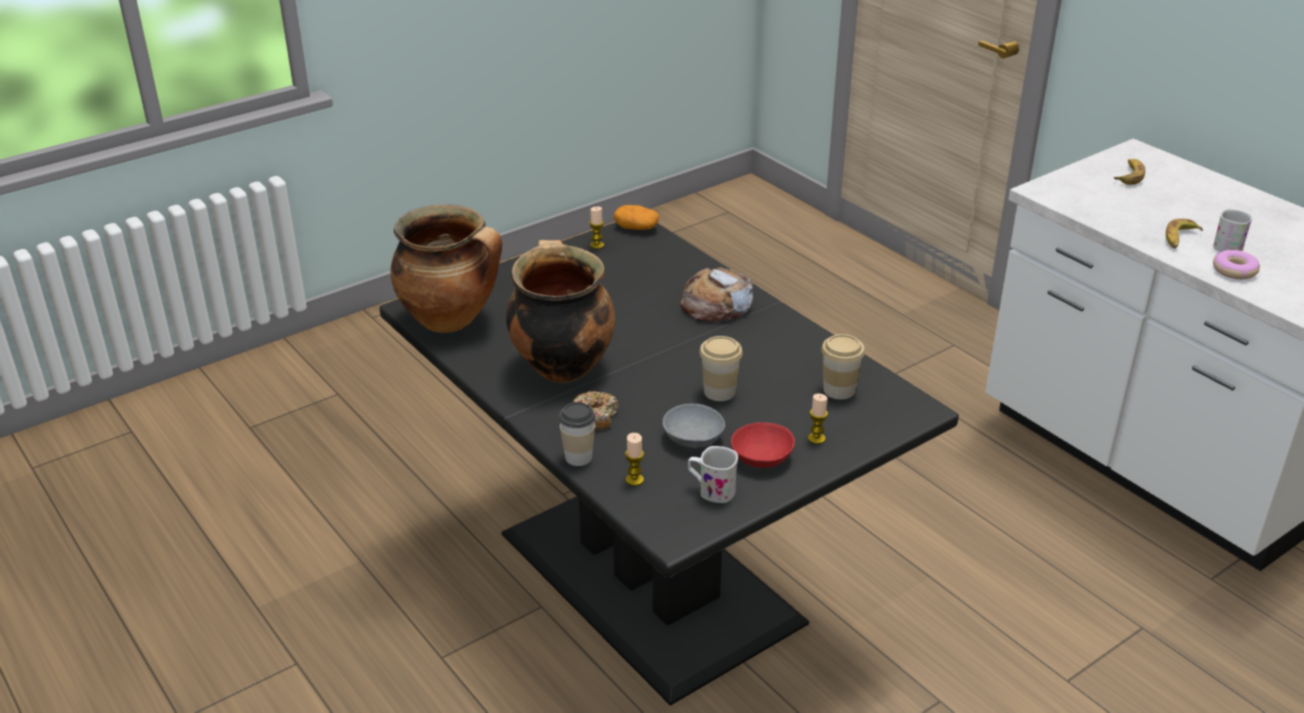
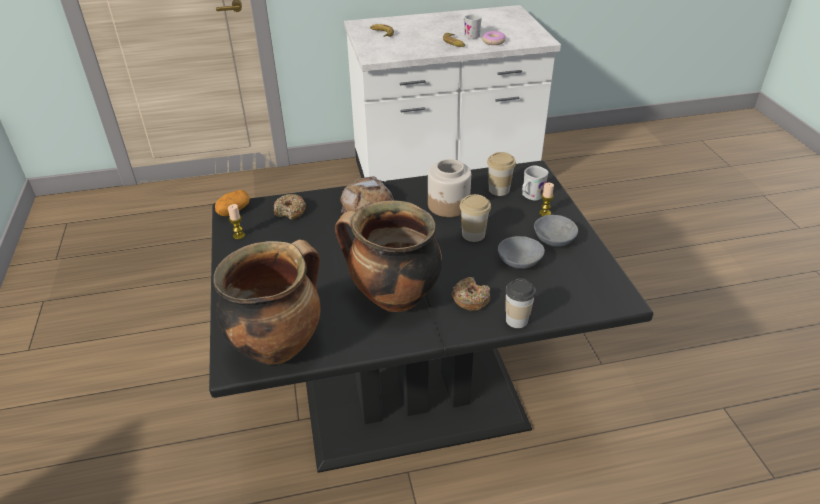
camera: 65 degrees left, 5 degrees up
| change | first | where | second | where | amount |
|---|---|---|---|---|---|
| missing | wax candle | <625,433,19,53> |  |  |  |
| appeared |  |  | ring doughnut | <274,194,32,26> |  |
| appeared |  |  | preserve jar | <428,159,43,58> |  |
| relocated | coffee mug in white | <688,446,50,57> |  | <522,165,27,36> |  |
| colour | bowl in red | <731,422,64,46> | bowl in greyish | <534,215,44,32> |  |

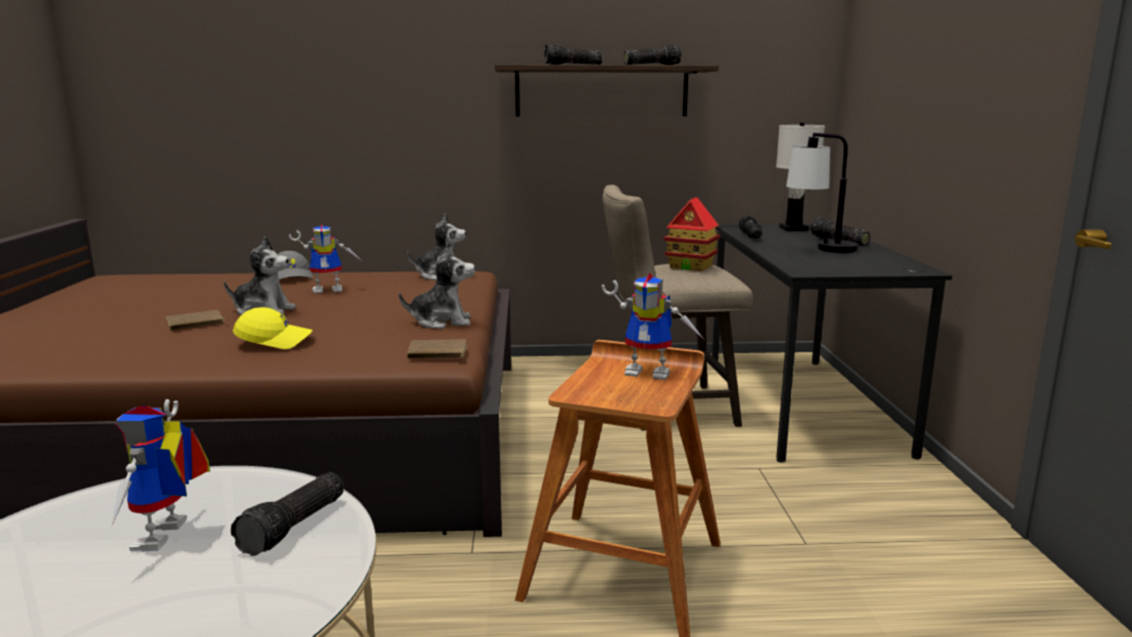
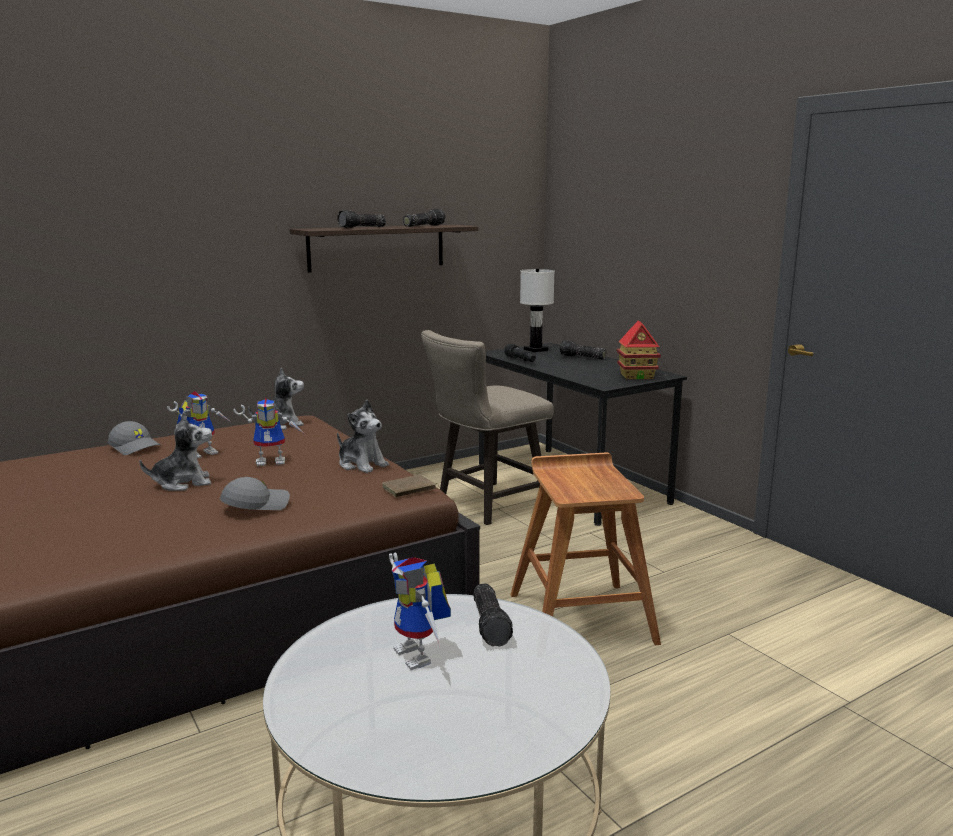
camera: 30 degrees left, 0 degrees up
| change | first | where | second | where | amount |
|---|---|---|---|---|---|
| missing | bound book in brownish | <166,310,59,21> |  |  |  |
| missing | lamp for a table | <786,133,73,120> |  |  |  |
| relocated | robot figure | <602,273,102,107> |  | <233,397,73,69> |  |
| relocated | toy house | <663,197,57,74> |  | <616,321,45,58> |  |
| colour | cap in yellowish | <233,307,80,42> | cap in greyish | <220,477,70,33> |  |
| spun | cuddly toy | <399,243,76,86> |  | <337,400,52,73> | 75 degrees clockwise |

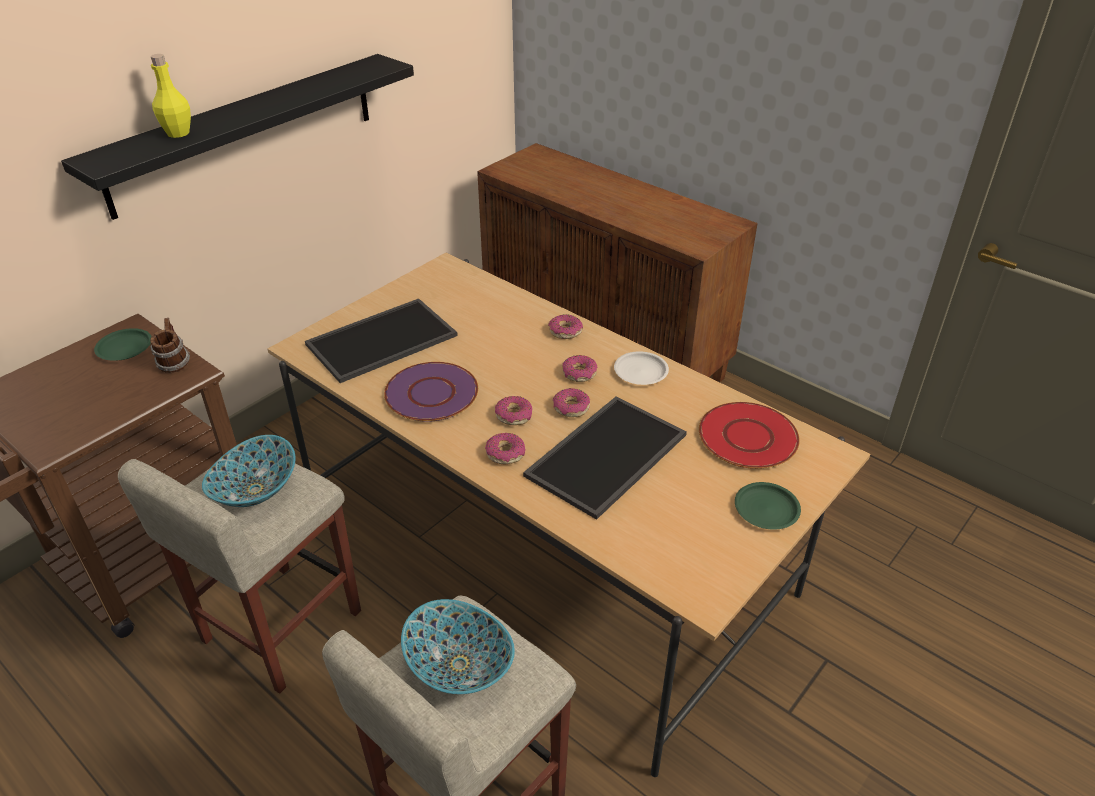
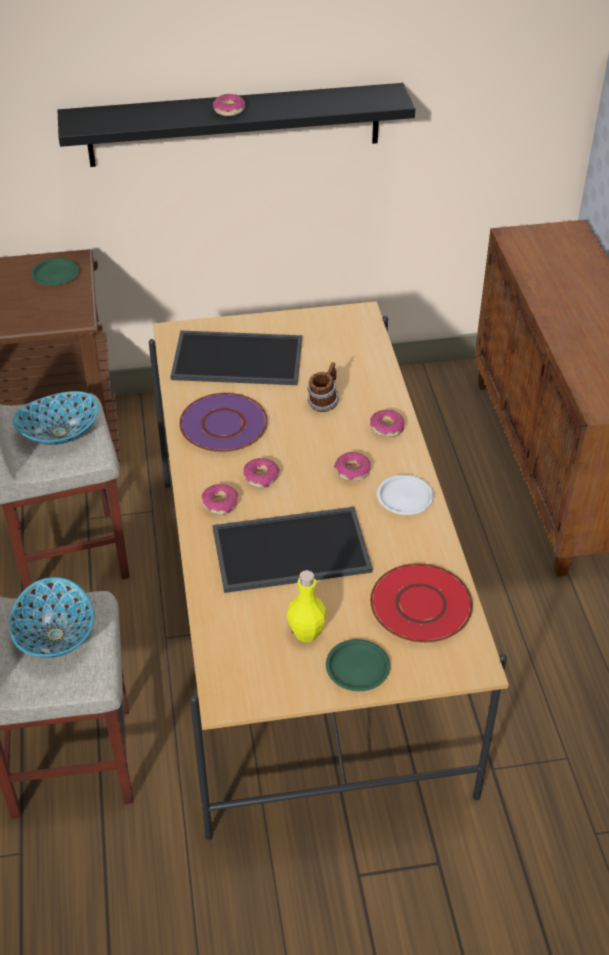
camera: 40 degrees right, 5 degrees up
| change | first | where | second | where | amount |
|---|---|---|---|---|---|
| relocated | bottle in yellowish | <150,54,41,84> |  | <287,570,40,72> |  |
| relocated | coffee mug | <150,318,40,55> |  | <307,362,32,50> |  |
| relocated | ring doughnut | <553,388,37,29> |  | <213,94,32,22> |  |

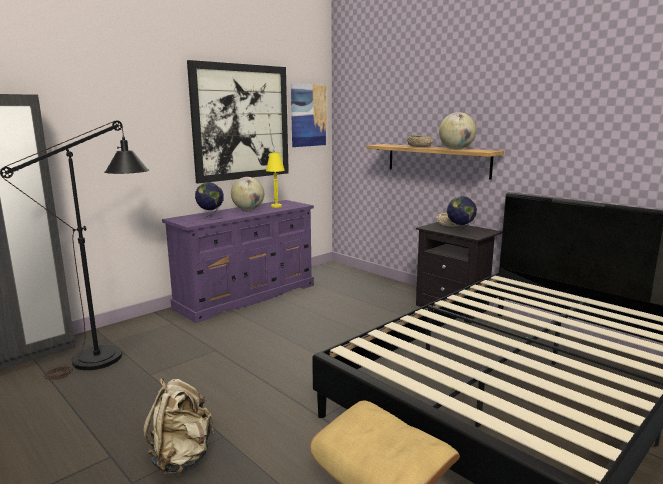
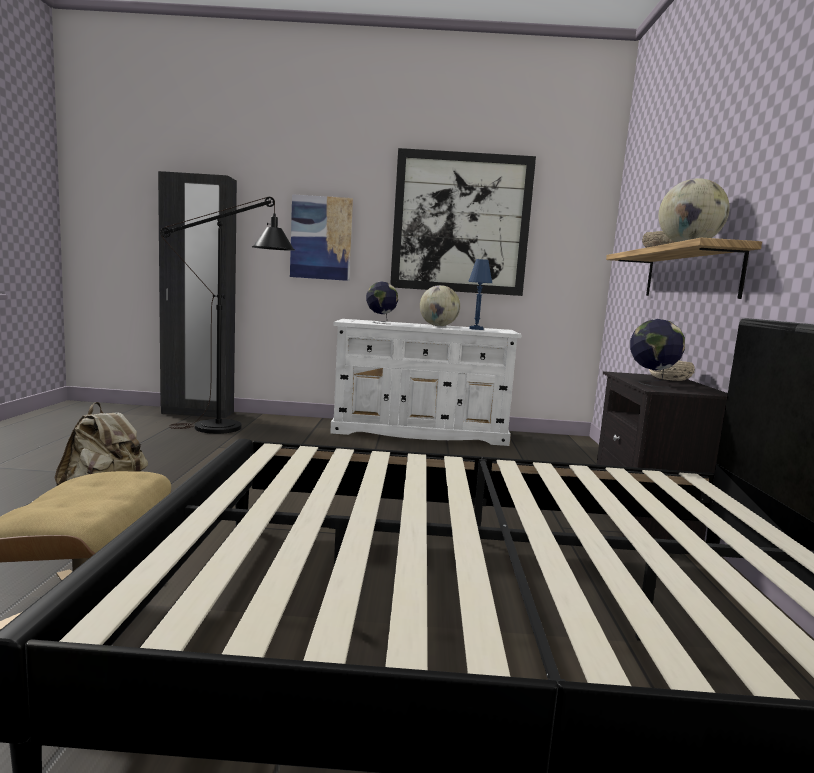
camera: 45 degrees right, 5 degrees down
| change | first | where | second | where | amount |
|---|---|---|---|---|---|
| relocated | wall picture | <291,84,36,63> |  | <290,194,63,87> |  |
| colour | dresser in purplish | <162,200,152,123> | dresser in white | <330,319,192,127> |  |
| colour | lamp for a table in yellowish | <266,153,19,55> | lamp for a table in blue | <468,259,24,71> |  |

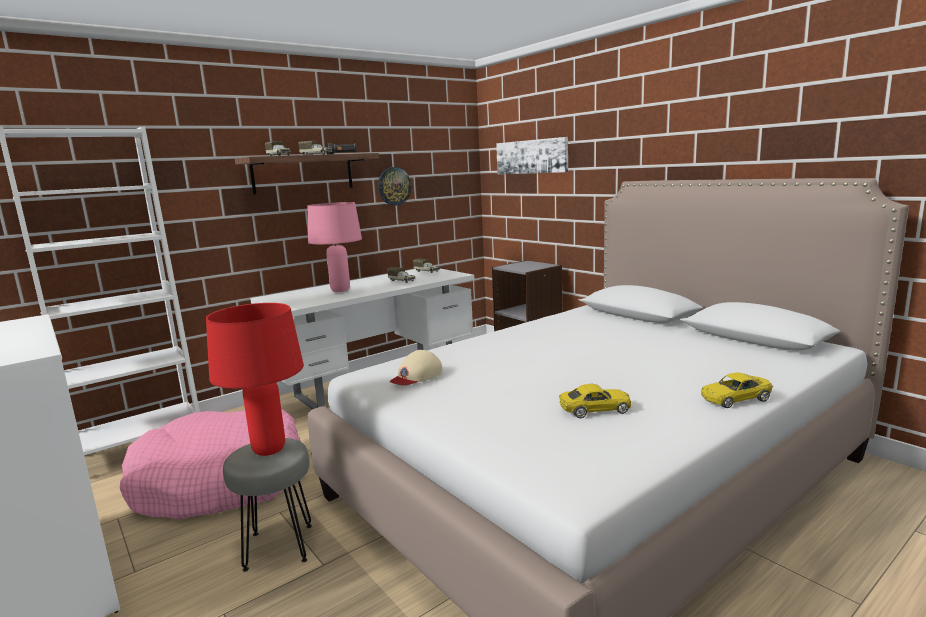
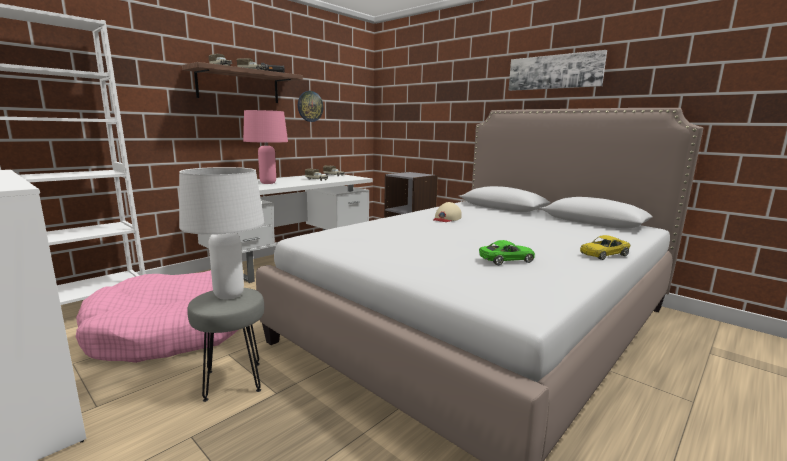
camera: 10 degrees left, 0 degrees up
| change | first | where | second | where | amount |
|---|---|---|---|---|---|
| relocated | cap in sand-coloured | <390,350,52,35> |  | <433,202,29,20> |  |
| relocated | wall picture | <496,137,72,37> |  | <509,50,98,41> |  |
| colour | lamp for a table in red | <206,303,98,153> | lamp for a table in white | <179,167,85,132> |  |
| colour | model car in yellowish | <559,384,72,34> | model car in greenish | <479,240,56,25> |  |

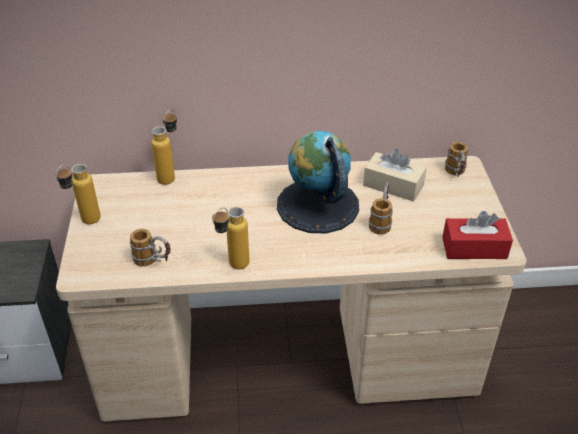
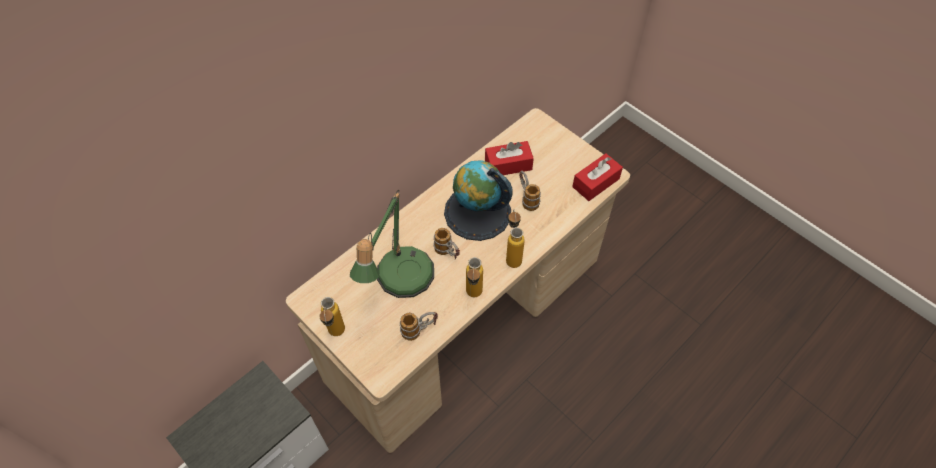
camera: 40 degrees left, 15 degrees up
| change | first | where | second | where | amount |
|---|---|---|---|---|---|
| appeared |  |  | lamp for a table | <350,190,84,108> |  |
| relocated | bottle | <151,109,26,76> |  | <506,210,19,58> |  |
| relocated | coffee mug | <445,142,23,35> |  | <434,228,26,31> |  |
| colour | tissue holder in sand-coloured | <363,149,64,53> | tissue holder in red | <485,141,49,34> |  |

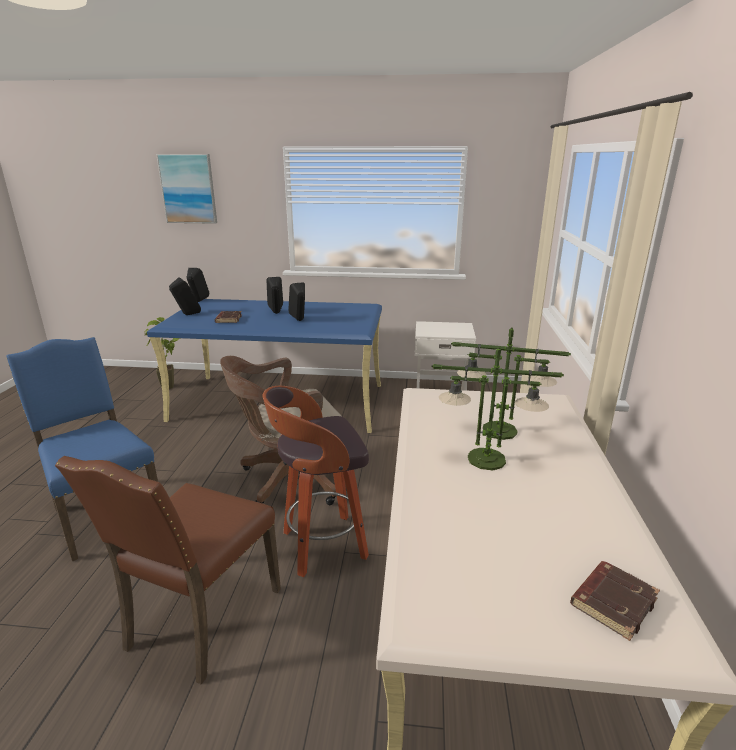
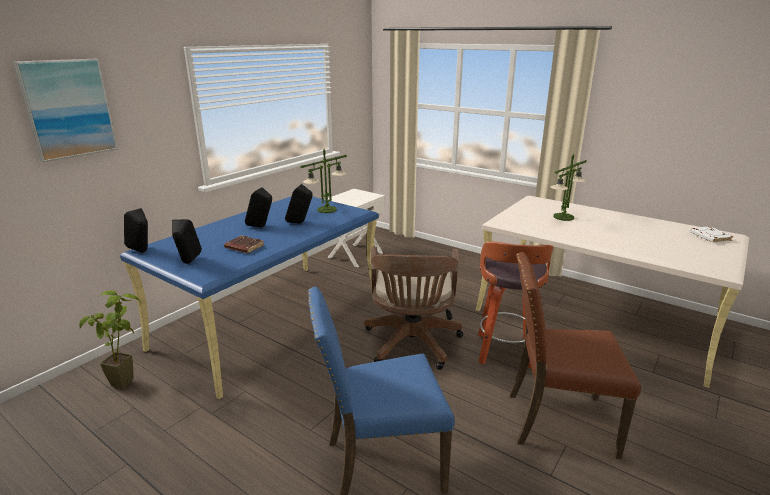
camera: 60 degrees left, 0 degrees up
| change | first | where | second | where | amount |
|---|---|---|---|---|---|
| relocated | lamp for a table | <431,347,133,123> |  | <300,149,47,64> |  |
| colour | bound book in brownish | <570,561,90,80> | bound book in white | <690,226,43,17> |  |
| spun | upright chair in brownish | <55,456,226,229> |  | <509,252,132,207> | 135 degrees clockwise |

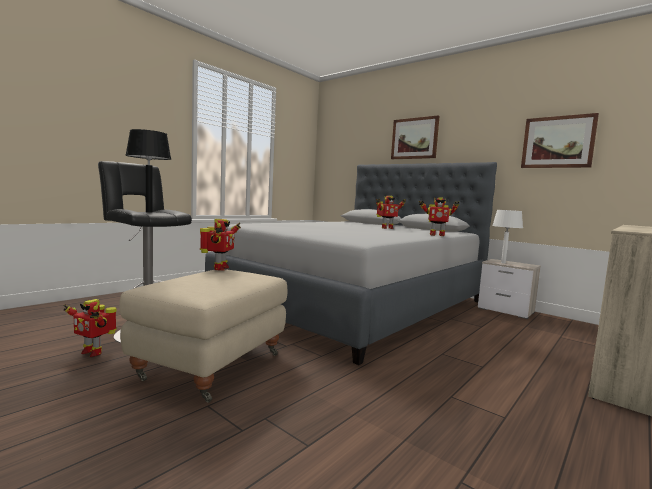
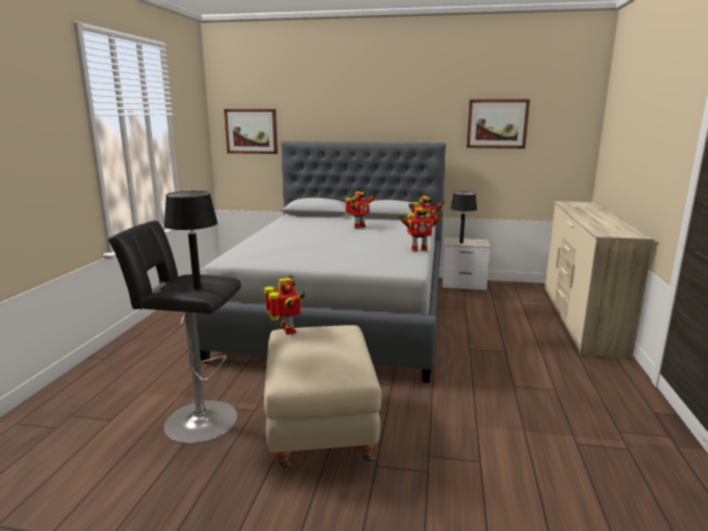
camera: 30 degrees left, 10 degrees up
| change | first | where | second | where | amount |
|---|---|---|---|---|---|
| relocated | robot figure | <64,299,53,58> |  | <399,207,44,45> |  |
| relocated | wall picture | <391,116,49,43> |  | <224,109,54,45> |  |
| colour | lamp for a table in white | <492,210,31,54> | lamp for a table in blackish | <450,191,27,53> |  |

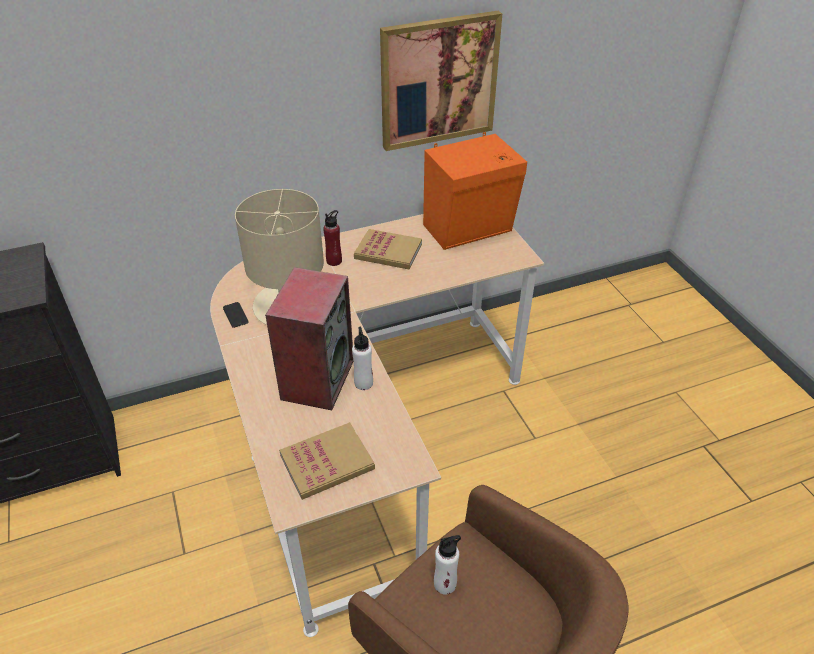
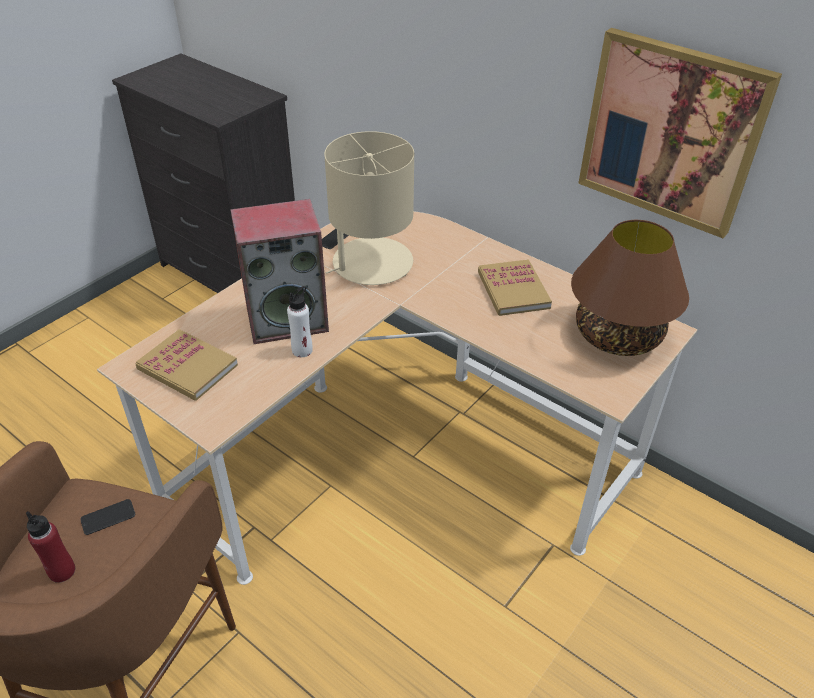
camera: 60 degrees right, 0 degrees up
| change | first | where | second | where | amount |
|---|---|---|---|---|---|
| relocated | bottle in red | <323,210,19,56> |  | <26,511,49,72> |  |
| exchanged | speaker in orange | <423,132,104,118> | lamp for a table in brownish | <571,220,118,136> |  |
| exchanged | bottle in white | <434,535,27,60> | telephone | <80,499,55,36> |  |

